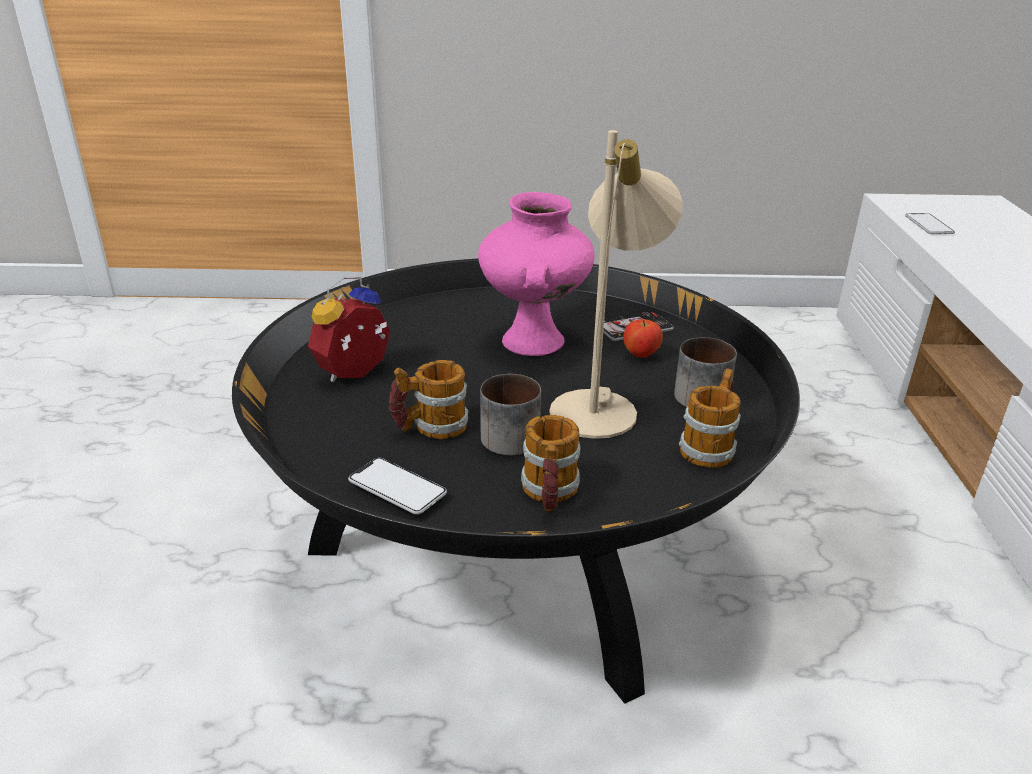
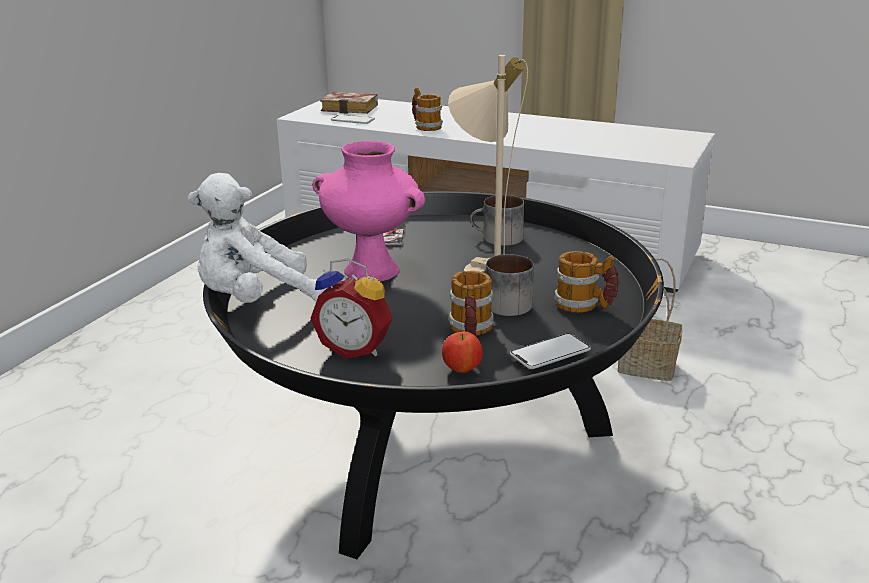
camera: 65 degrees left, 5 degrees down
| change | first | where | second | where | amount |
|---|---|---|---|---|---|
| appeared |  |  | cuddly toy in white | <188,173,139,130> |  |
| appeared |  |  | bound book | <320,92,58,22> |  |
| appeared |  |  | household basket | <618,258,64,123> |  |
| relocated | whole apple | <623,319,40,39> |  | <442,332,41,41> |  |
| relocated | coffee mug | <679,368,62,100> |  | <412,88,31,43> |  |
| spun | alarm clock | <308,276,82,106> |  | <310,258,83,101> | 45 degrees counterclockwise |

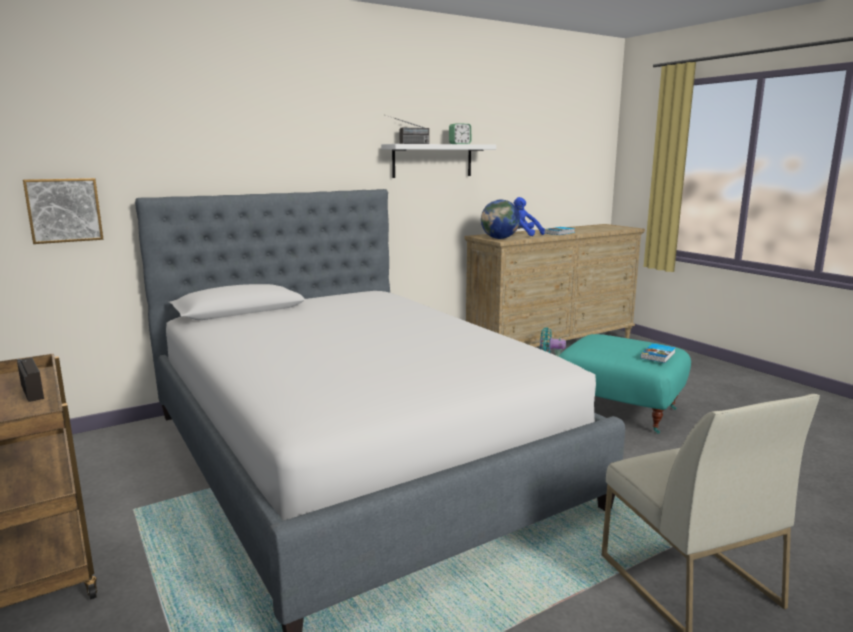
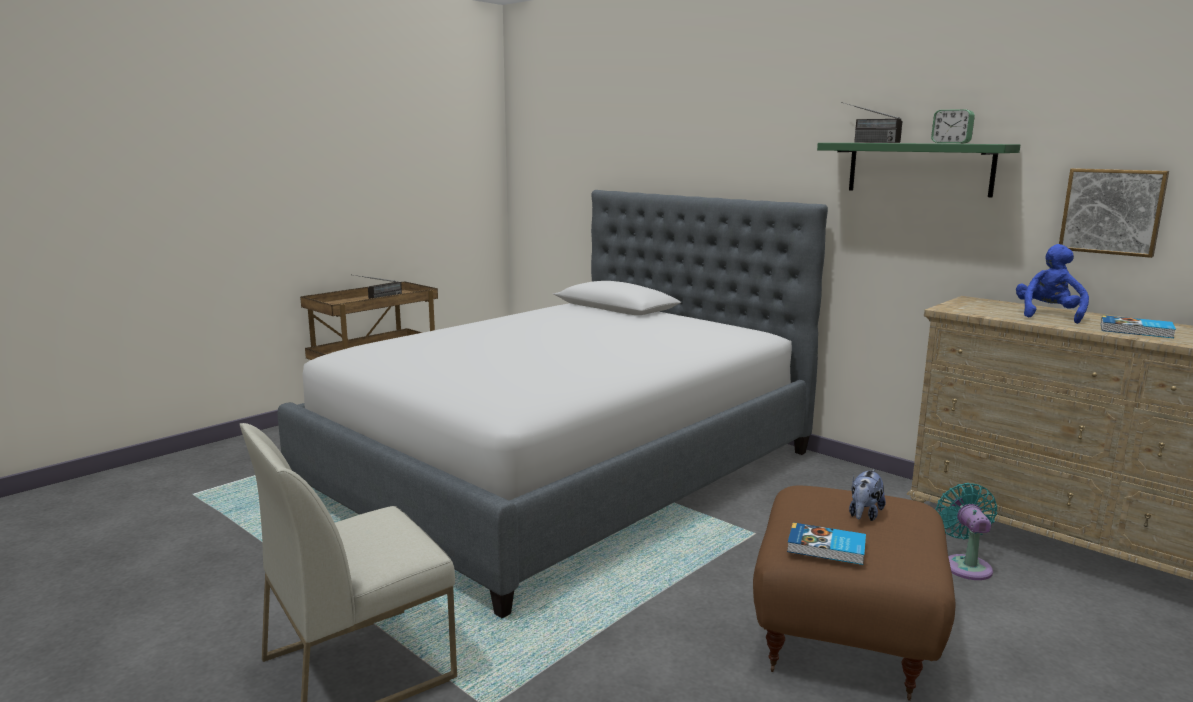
camera: 75 degrees right, 0 degrees up
| change | first | where | second | where | amount |
|---|---|---|---|---|---|
| missing | globe | <481,200,39,39> |  |  |  |
| appeared |  |  | cuddly toy | <849,469,37,52> |  |
| relocated | wall picture | <23,178,81,66> |  | <1059,168,110,90> |  |
| colour | wall shelf in white | <381,144,115,34> | wall shelf in greenish | <817,143,203,54> |  |
| colour | pouffe in turquoise | <559,334,132,99> | pouffe in brownish | <753,486,203,215> |  |

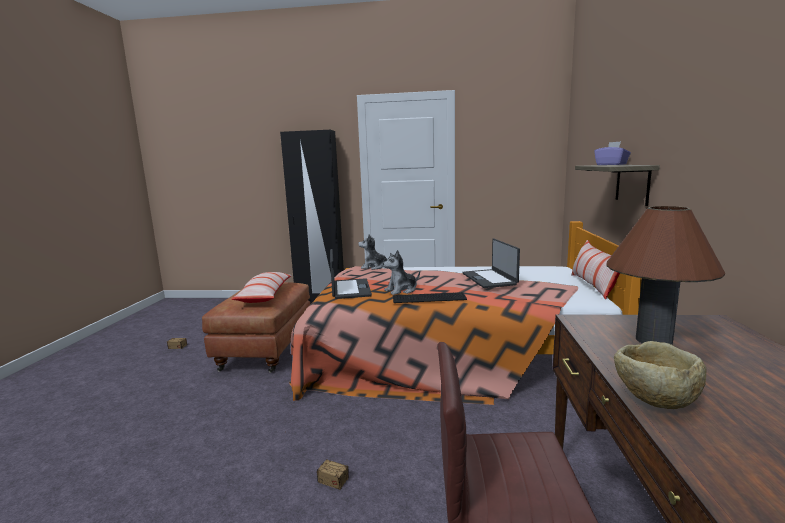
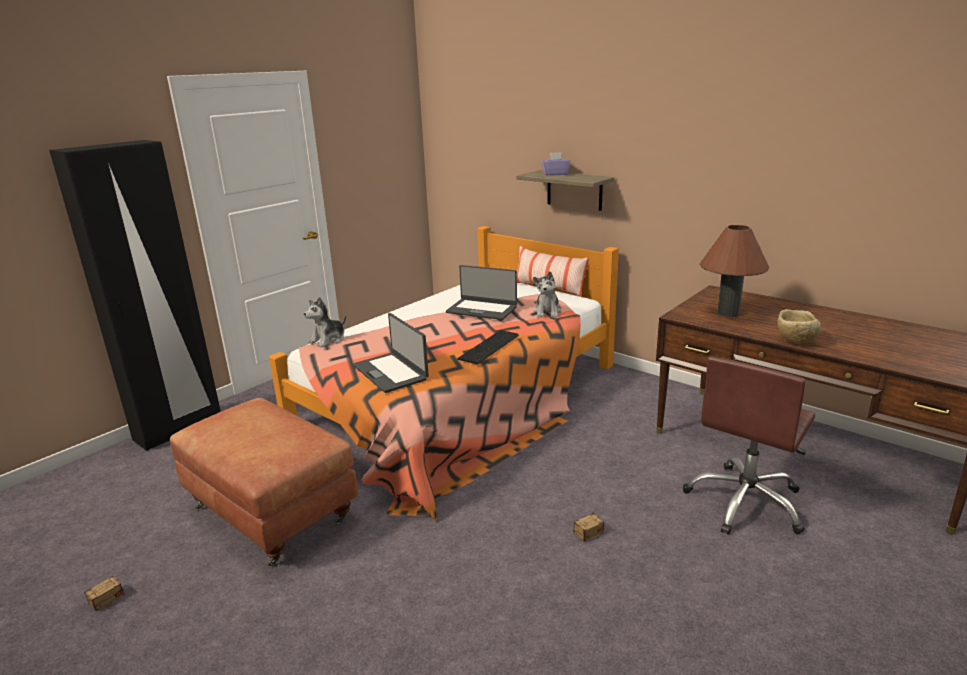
camera: 55 degrees left, 10 degrees up
| change | first | where | second | where | amount |
|---|---|---|---|---|---|
| missing | pillow | <231,272,61,31> |  |  |  |
| relocated | cuddly toy | <383,250,37,45> |  | <533,271,28,47> |  |
| spun | laptop | <330,249,42,50> |  | <353,313,76,80> | 150 degrees counterclockwise |

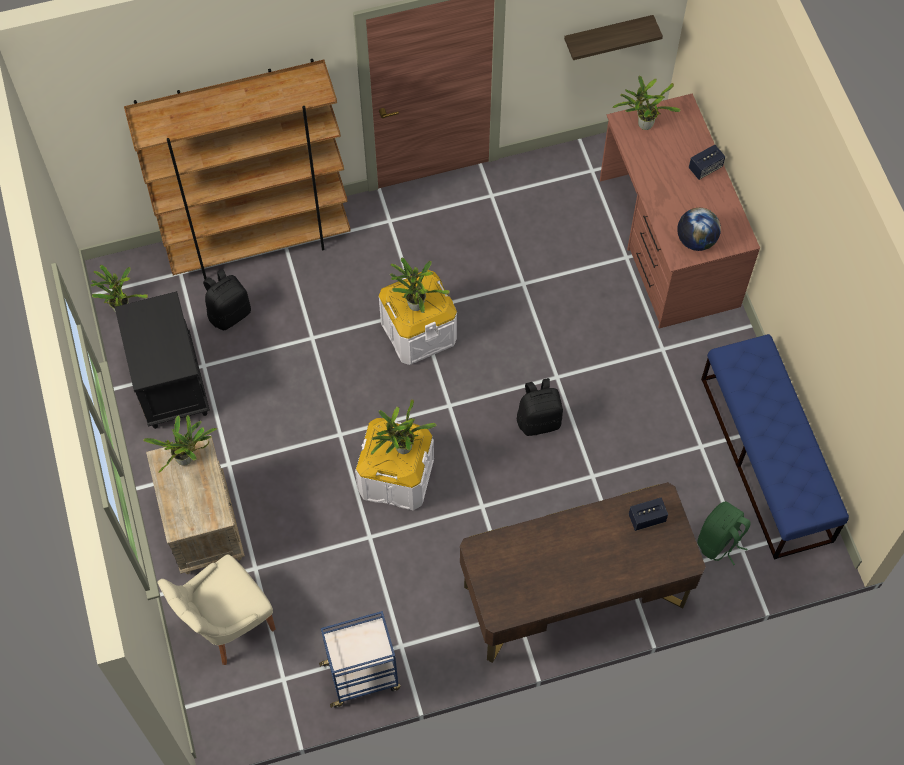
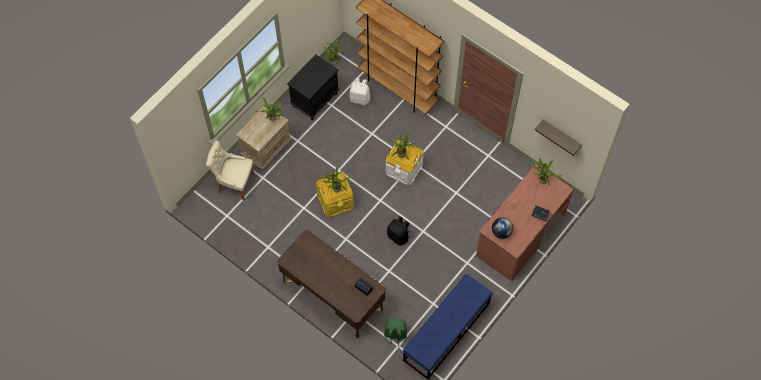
camera: 55 degrees right, 0 degrees up
| change | first | where | second | where | amount |
|---|---|---|---|---|---|
| missing | cart in blue | <319,611,81,97> |  |  |  |
| colour | knapsack in blackish | <203,269,48,61> | knapsack in white | <350,78,20,27> |  |
| colour | storage box in white | <355,418,79,93> | storage box in yellowish | <316,172,38,45> |  |

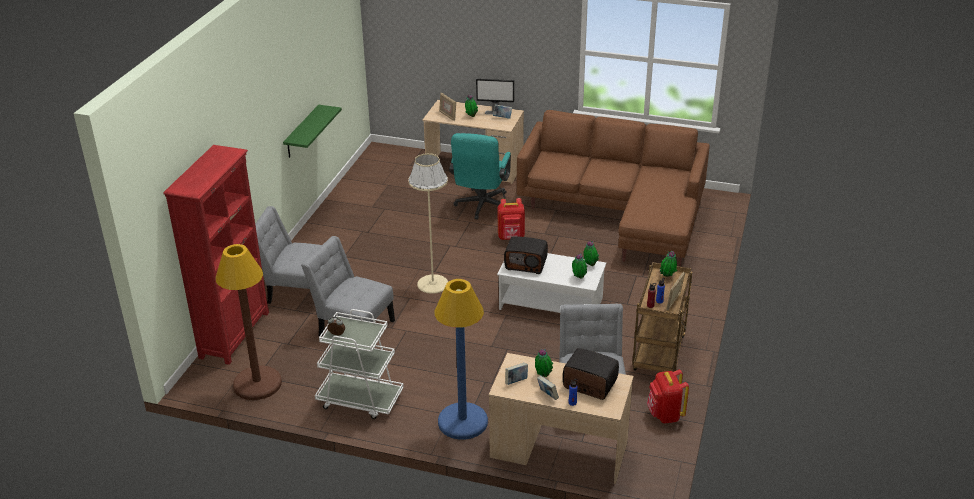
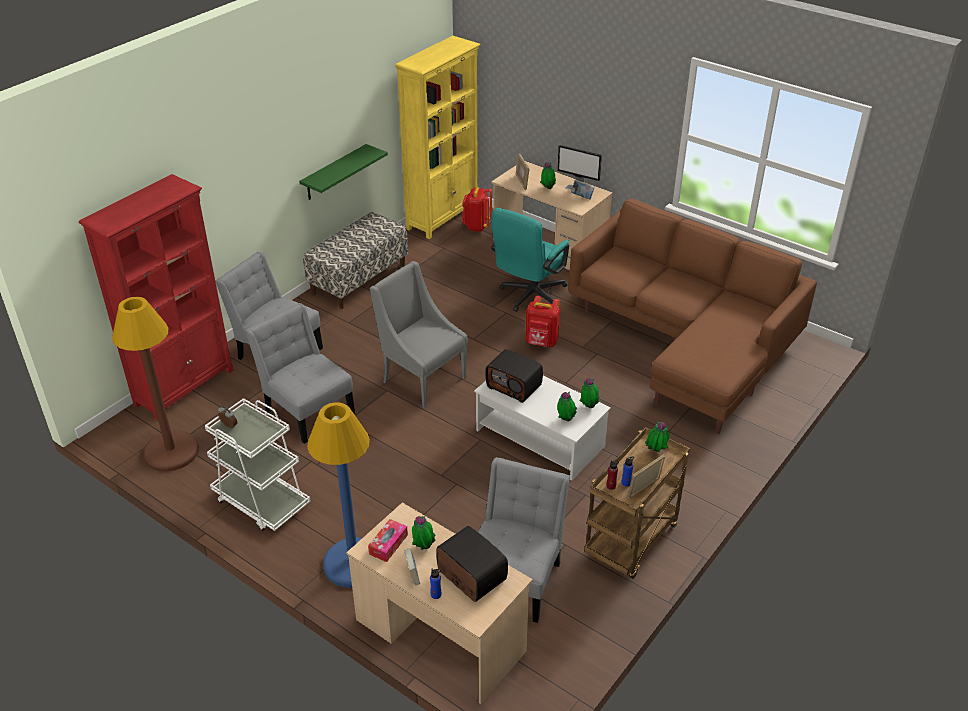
camera: 20 degrees right, 5 degrees up
| change | first | where | second | where | amount |
|---|---|---|---|---|---|
| appeared |  |  | long seat | <303,212,105,97> |  |
| appeared |  |  | shelving unit in yellowish | <395,36,85,203> |  |
| relocated | knapsack in red | <647,370,42,53> |  | <462,187,30,45> |  |
| exchanged | standard lamp in sand-coloured | <408,153,40,141> | lounge chair in greyish | <370,261,98,148> |  |
| exchanged | bound book | <505,363,23,22> | tissue holder | <368,519,40,43> |  |

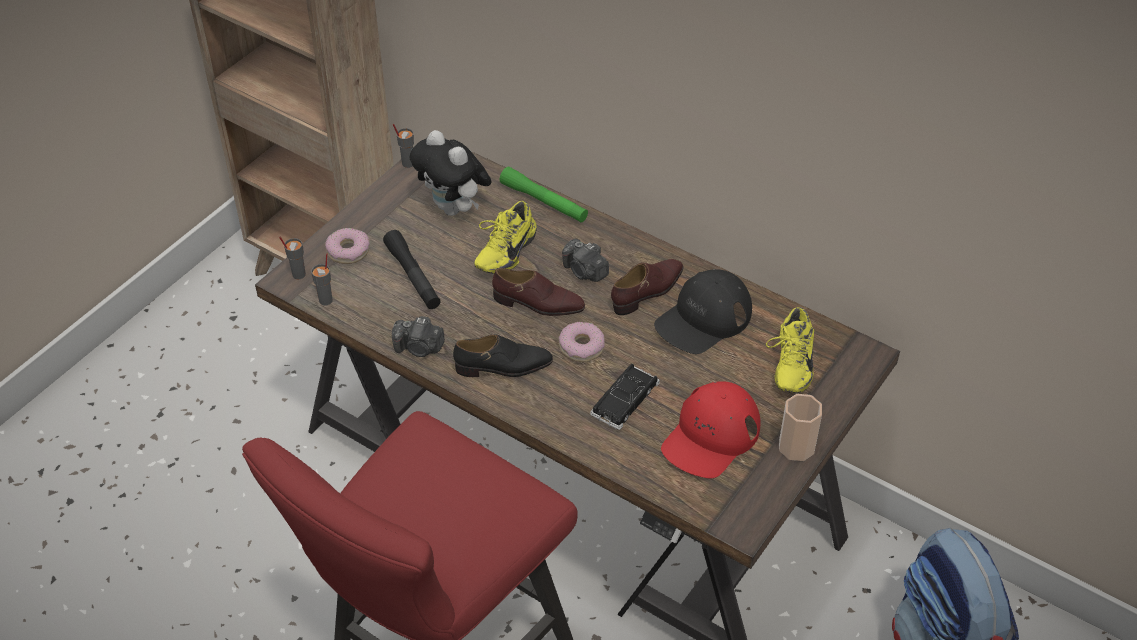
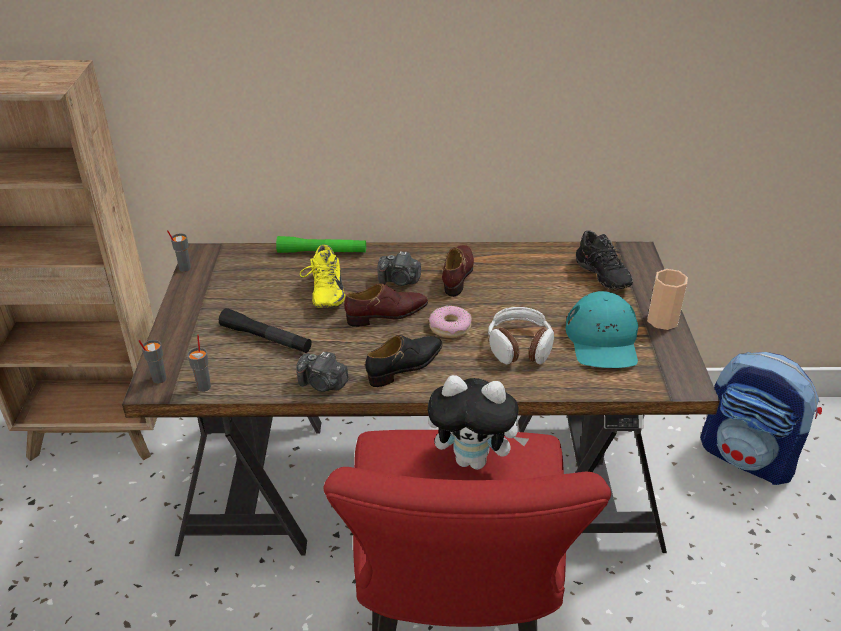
camera: 35 degrees left, 10 degrees down
| change | first | where | second | where | amount |
|---|---|---|---|---|---|
| missing | ring doughnut | <325,228,45,36> |  |  |  |
| missing | cap in blackish | <654,269,98,85> |  |  |  |
| relocated | cuddly toy | <409,130,83,86> |  | <428,375,101,95> |  |
| exchanged | model car in blackish | <590,364,70,66> | pair of headphones | <488,307,66,58> |  |
| colour | cap in red | <661,381,100,98> | cap in turquoise | <566,291,72,77> |  |
| colour | shoe in yellowish | <766,307,48,86> | shoe in blackish | <576,230,57,60> |  |
| spun | still camera | <392,316,53,41> |  | <296,352,53,40> | 45 degrees clockwise |

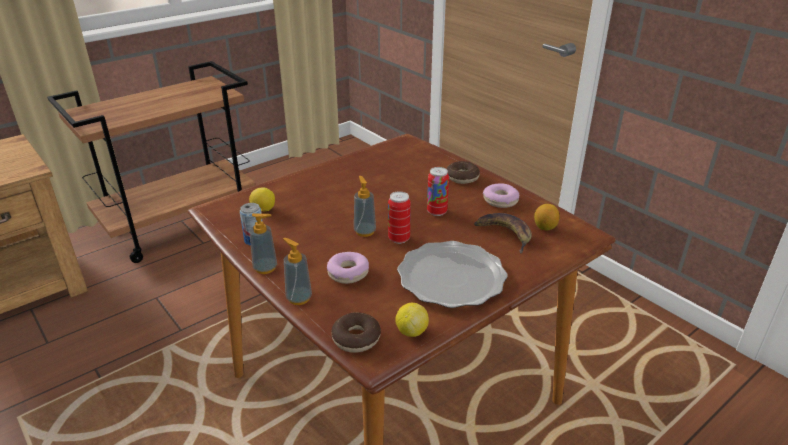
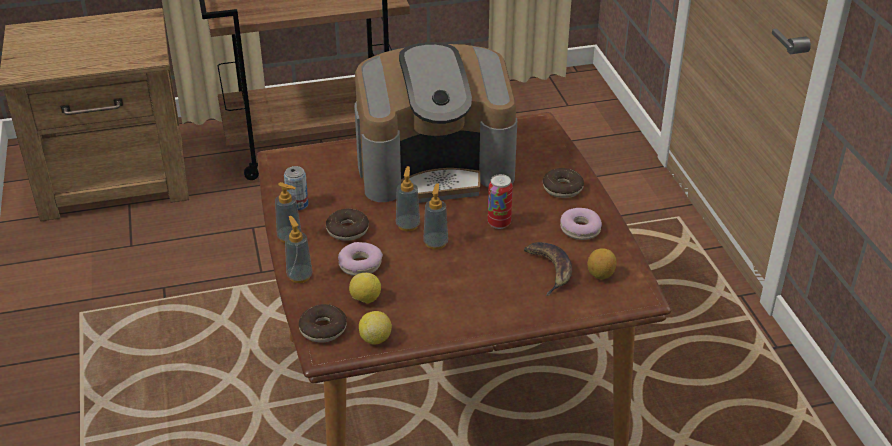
camera: 25 degrees right, 5 degrees up
| change | first | where | second | where | amount |
|---|---|---|---|---|---|
| missing | flat dish | <397,241,111,67> |  |  |  |
| appeared |  |  | ring doughnut | <326,208,43,33> |  |
| appeared |  |  | coffee machine | <355,42,162,161> |  |
| relocated | lemon | <249,187,26,25> |  | <349,273,32,31> |  |
| exchanged | metal can | <388,191,23,53> | soap bottle | <424,183,24,67> |  |

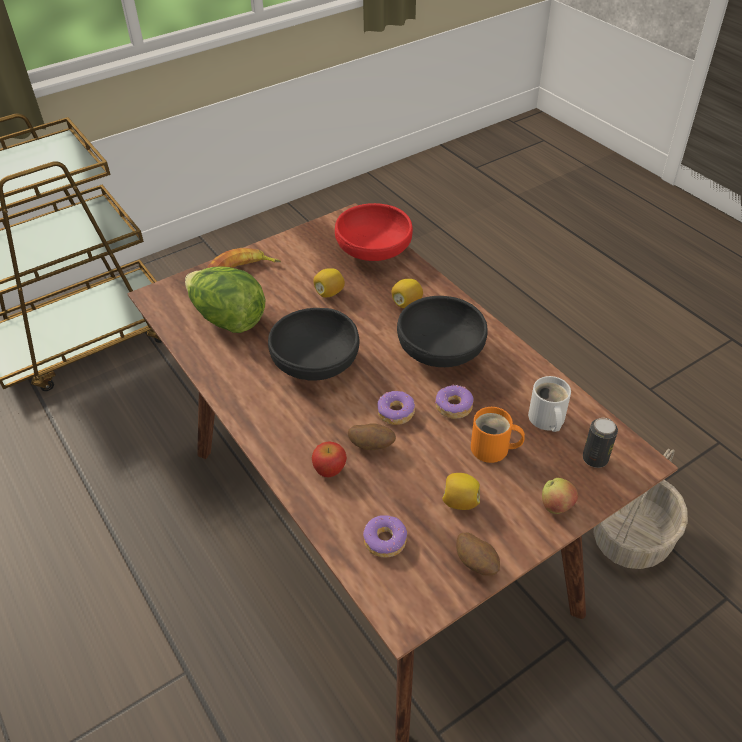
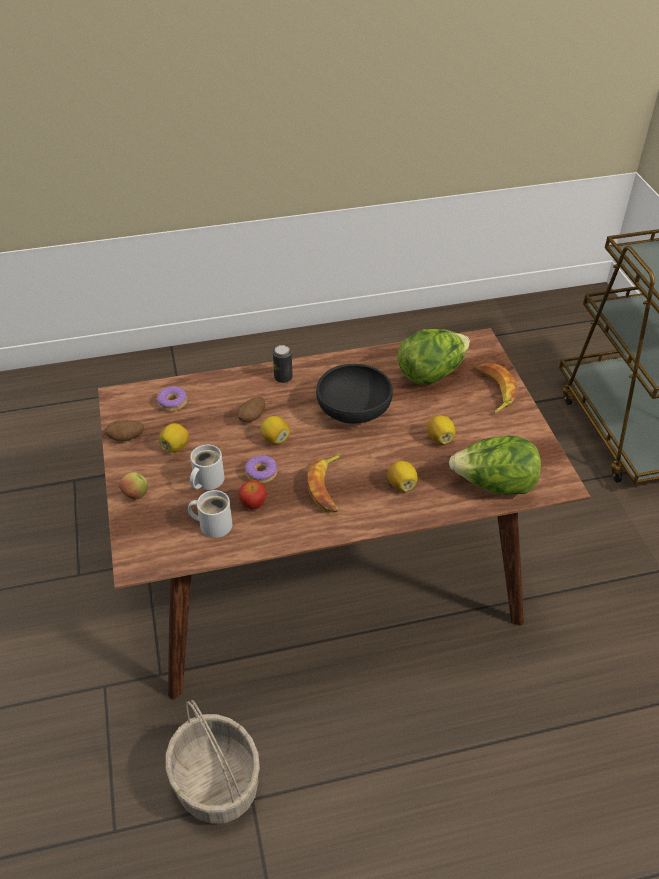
camera: 110 degrees right, 0 degrees up
| change | first | where | second | where | amount |
|---|---|---|---|---|---|
| relocated | whole apple | <312,441,35,36> |  | <238,481,29,29> |  |
| relocated | metal can | <583,418,35,50> |  | <273,345,20,38> |  |
| exchanged | bowl in red | <335,203,78,58> | lettuce | <449,436,92,59> |  |
| exchanged | ring doughnut | <378,391,37,34> | lemon | <261,416,29,28> |  |
| exchanged | bowl in blackish | <397,296,91,71> | banana | <308,453,35,60> |  |
| colour | coffee mug in orange | <471,407,54,56> | coffee mug in white | <190,445,35,45> |  |

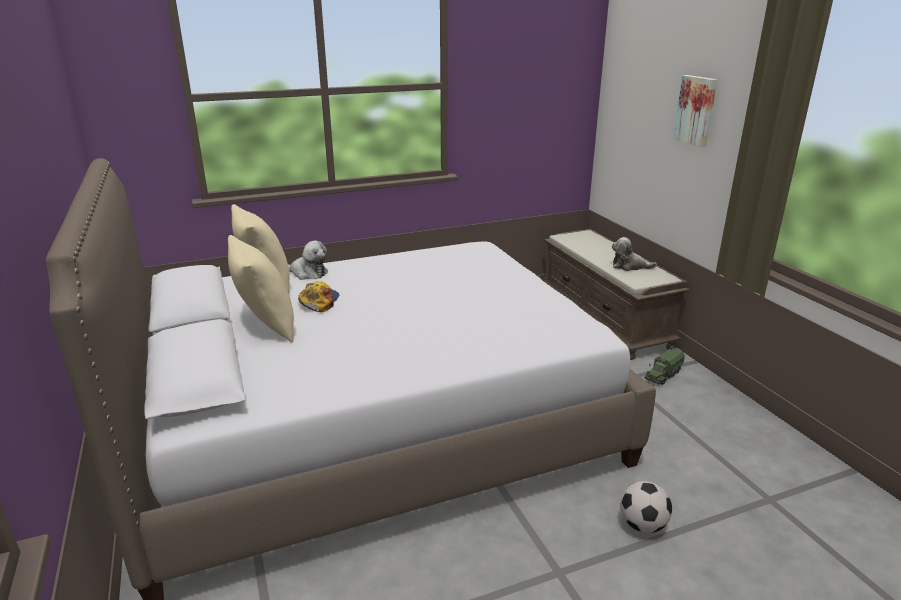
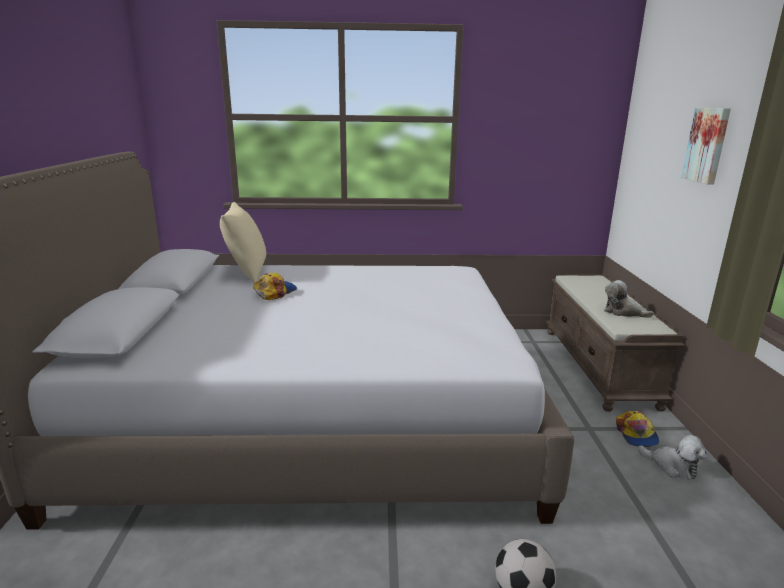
camera: 20 degrees right, 5 degrees down
| change | first | where | second | where | amount |
|---|---|---|---|---|---|
| missing | pillow in sand-coloured | <228,235,66,107> |  |  |  |
| relocated | cuddly toy | <288,241,40,39> |  | <638,435,69,45> |  |
| exchanged | toy truck | <644,346,41,39> | cap | <616,411,44,36> |  |

